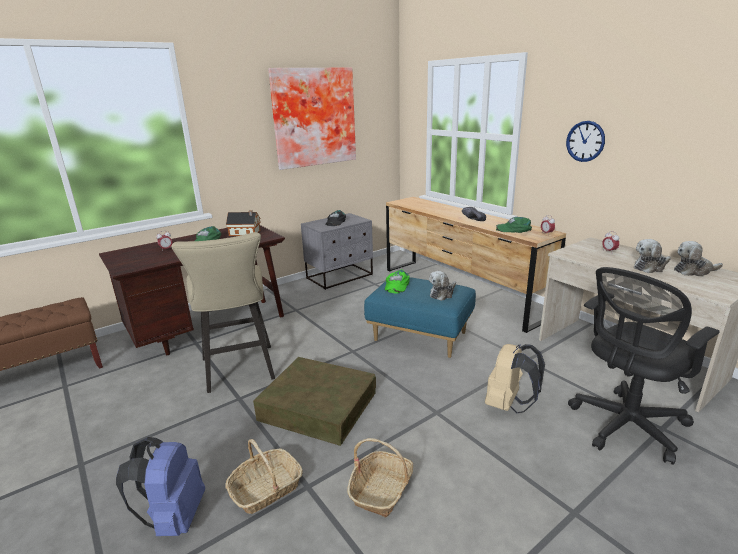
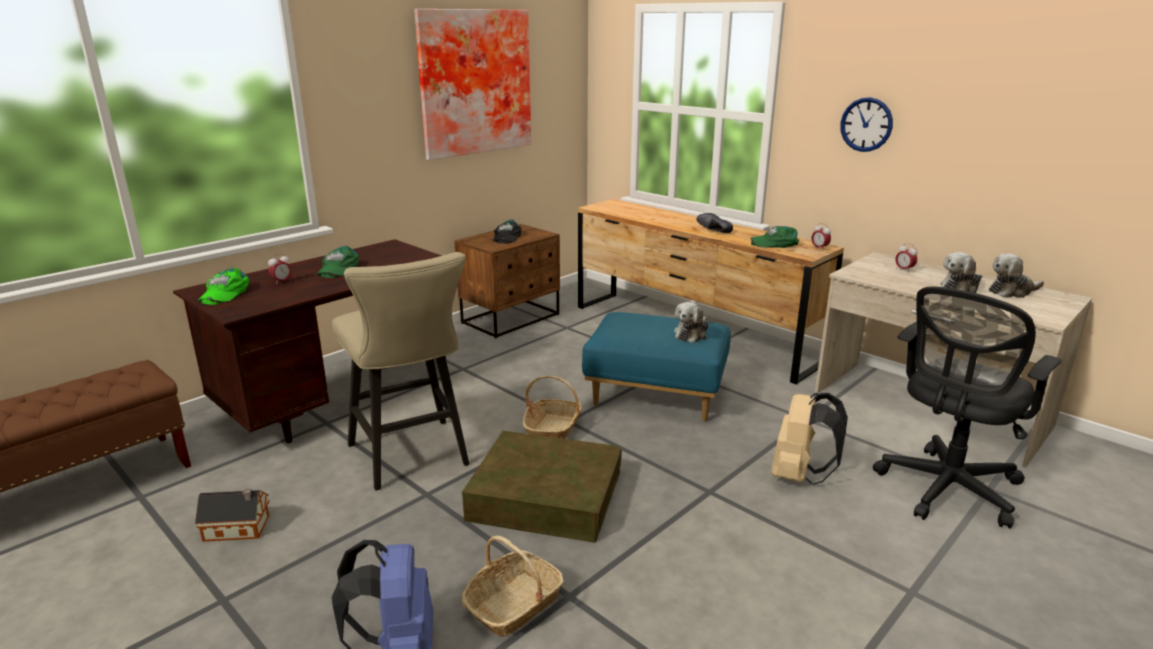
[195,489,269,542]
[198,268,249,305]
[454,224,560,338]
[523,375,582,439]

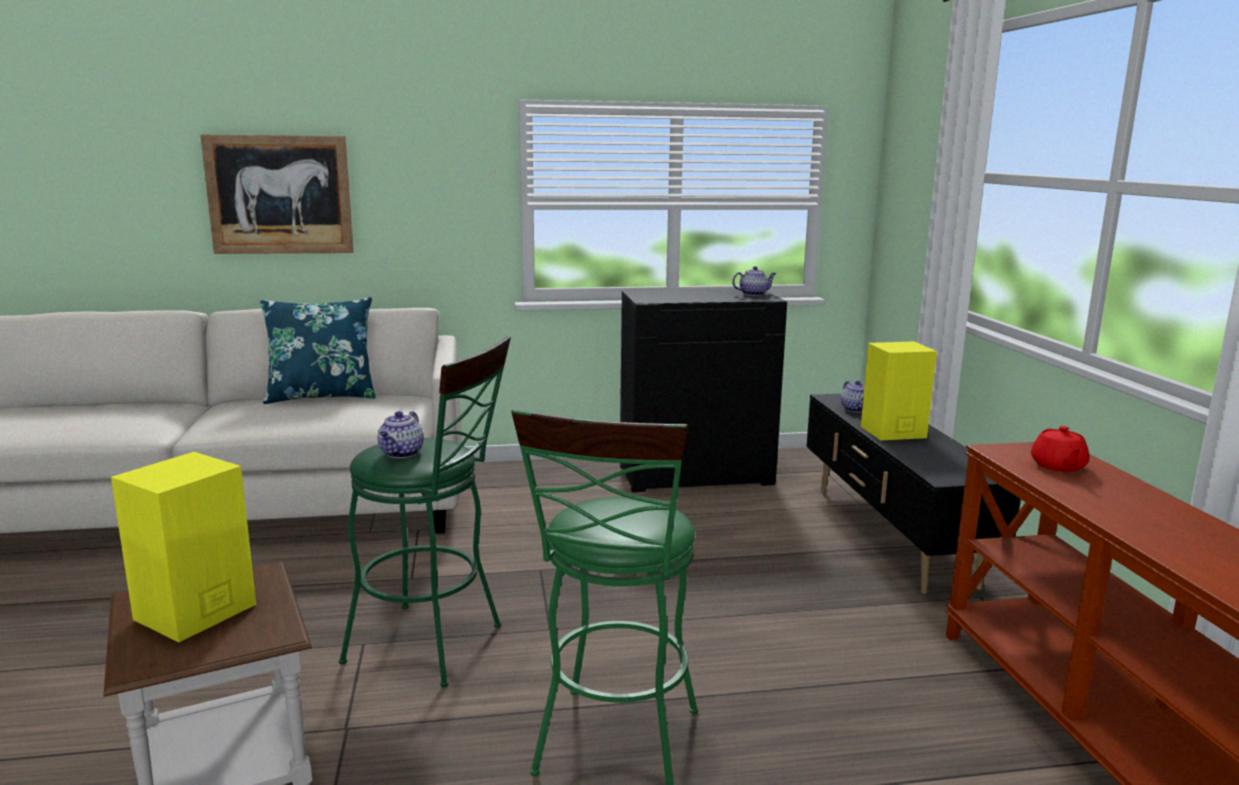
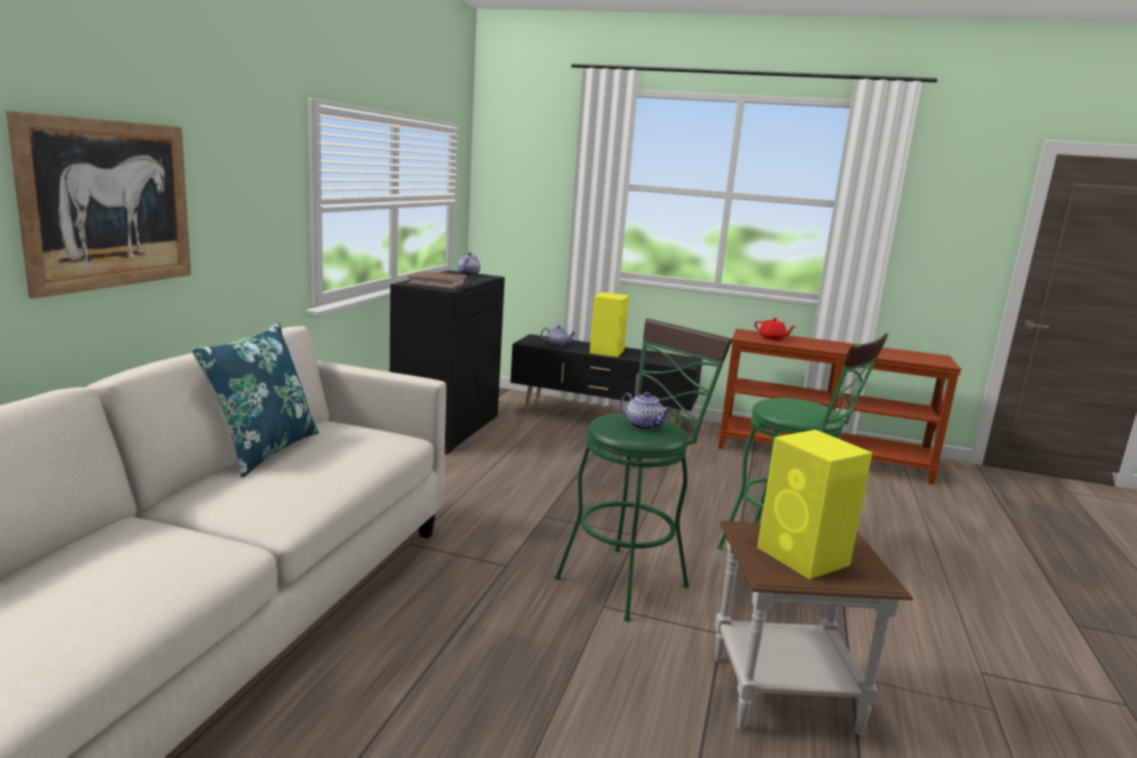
[407,271,468,289]

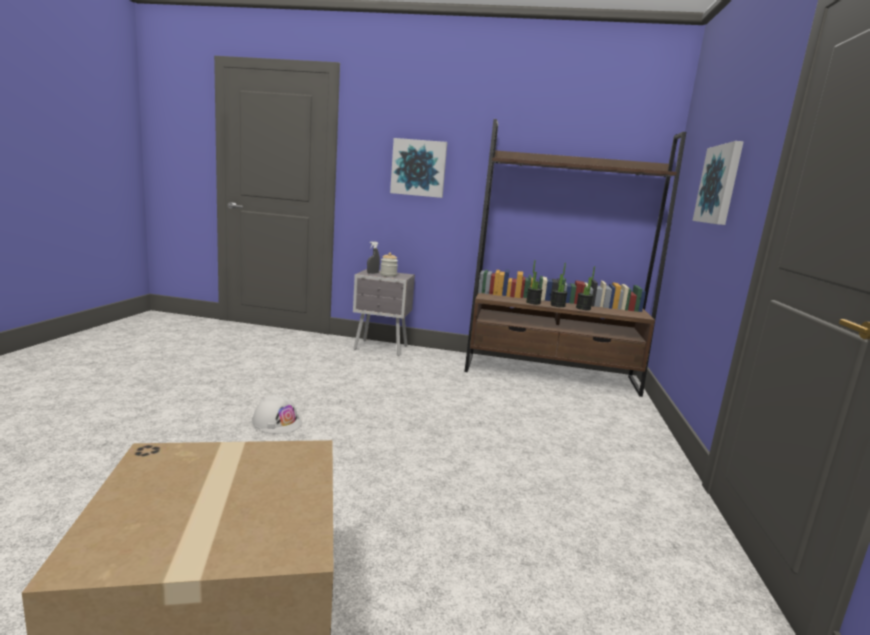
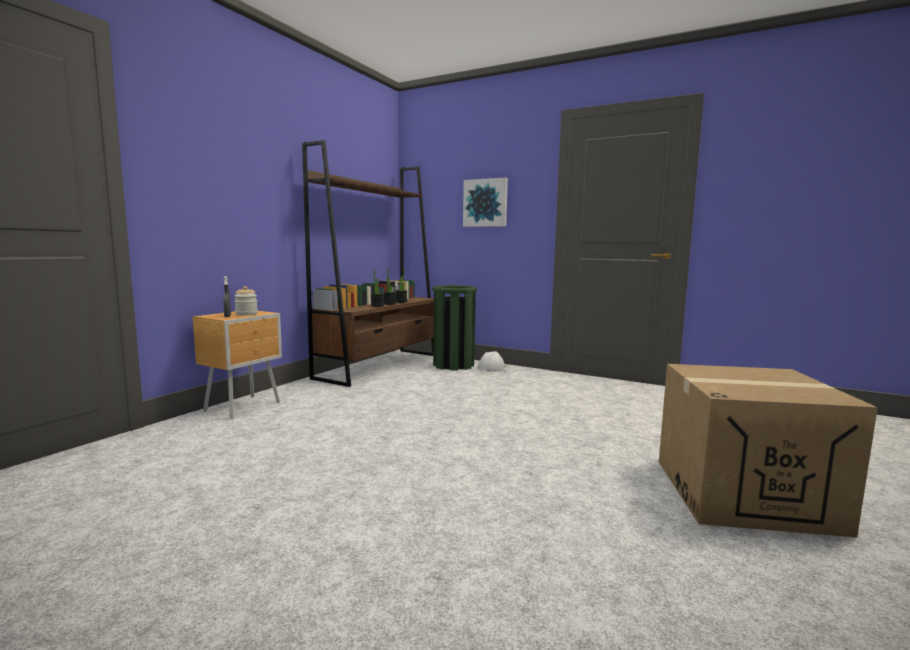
[193,311,282,419]
[432,285,477,370]
[478,351,508,372]
[390,138,447,198] (first image)

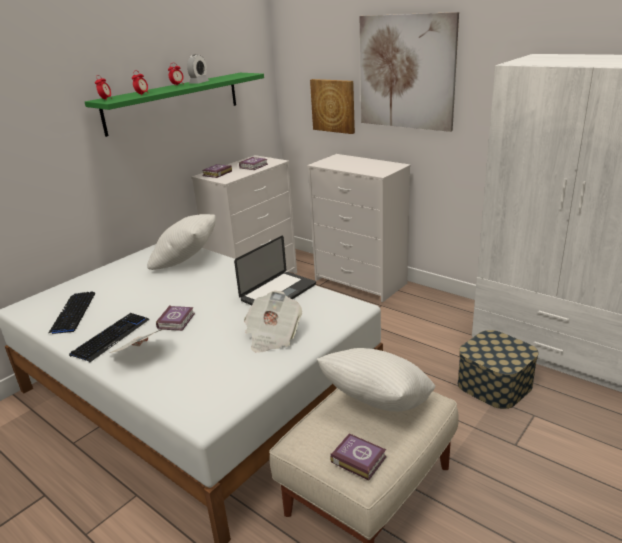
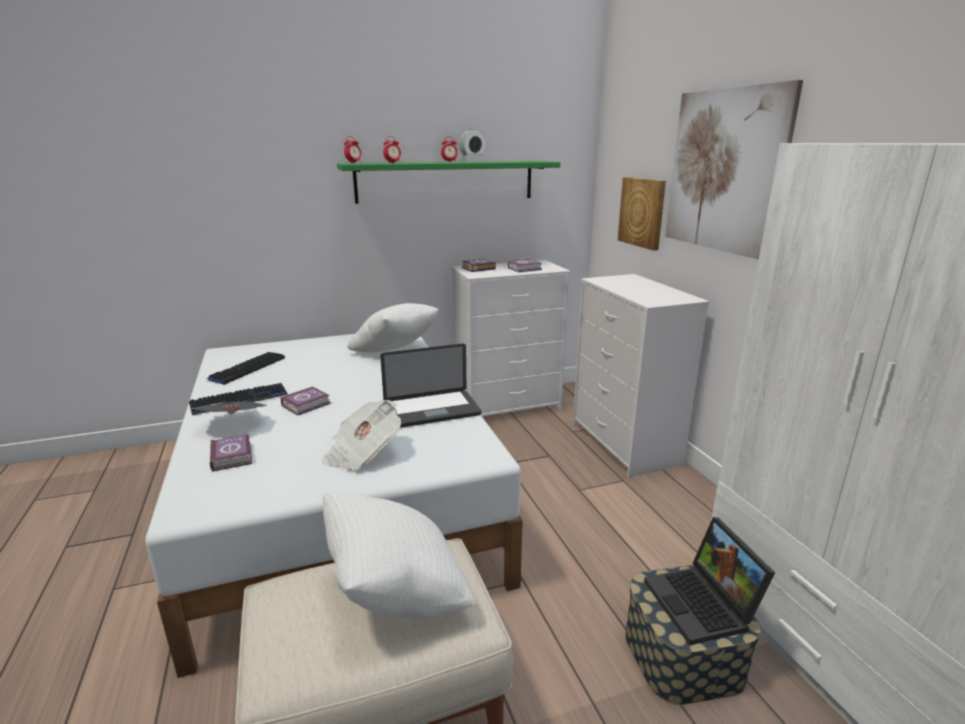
[210,434,252,472]
[644,517,775,645]

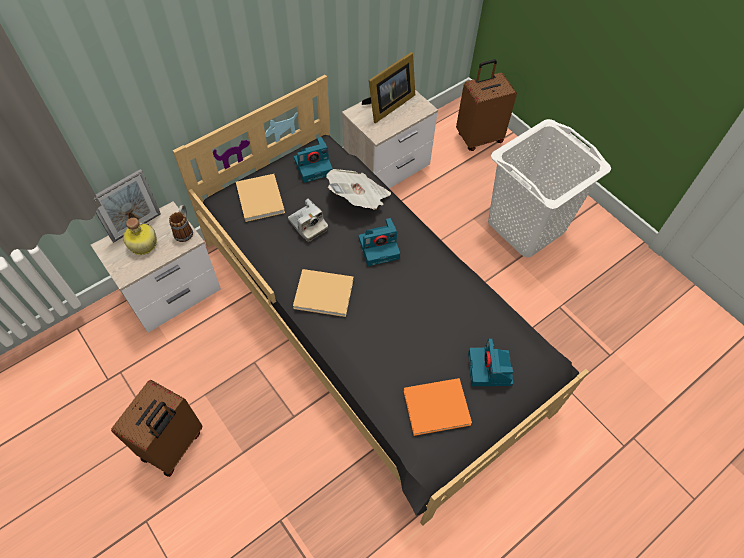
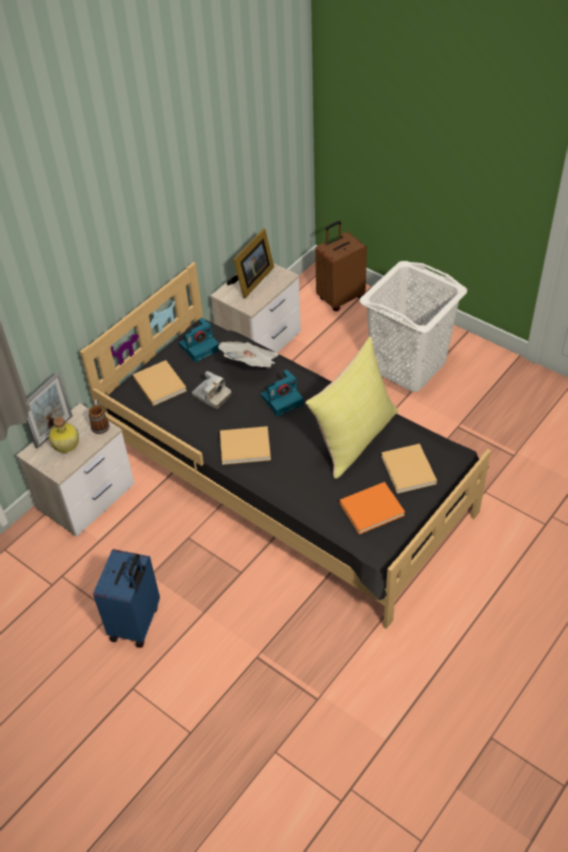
[93,549,160,648]
[306,336,398,479]
[381,444,437,494]

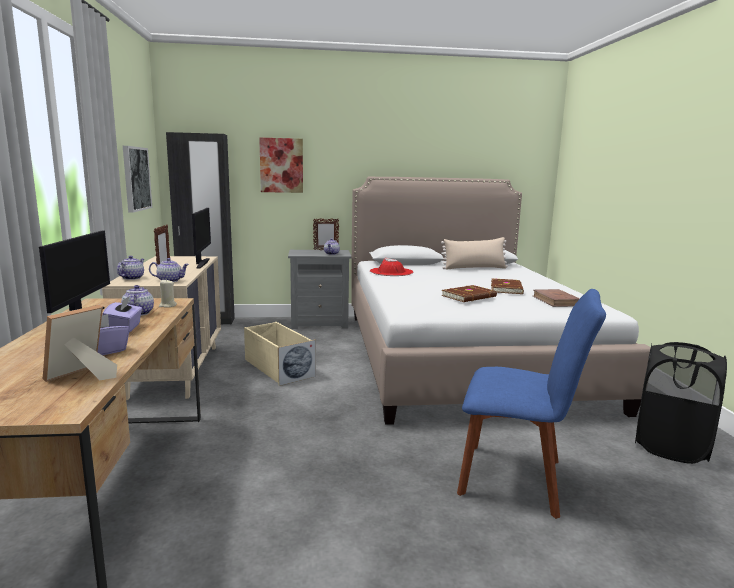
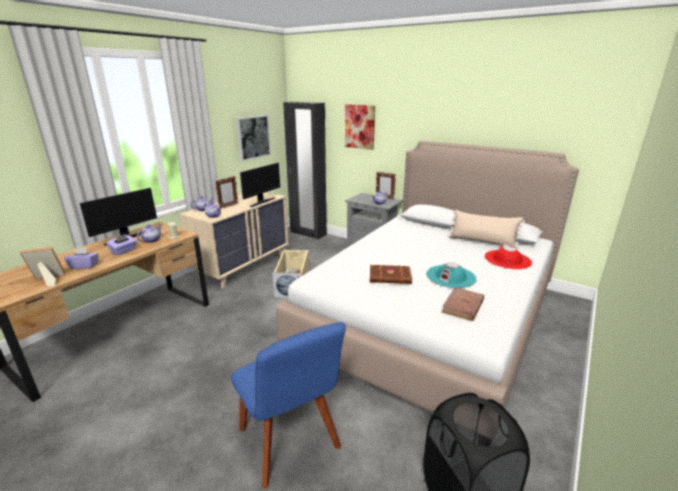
[426,262,477,288]
[485,244,532,269]

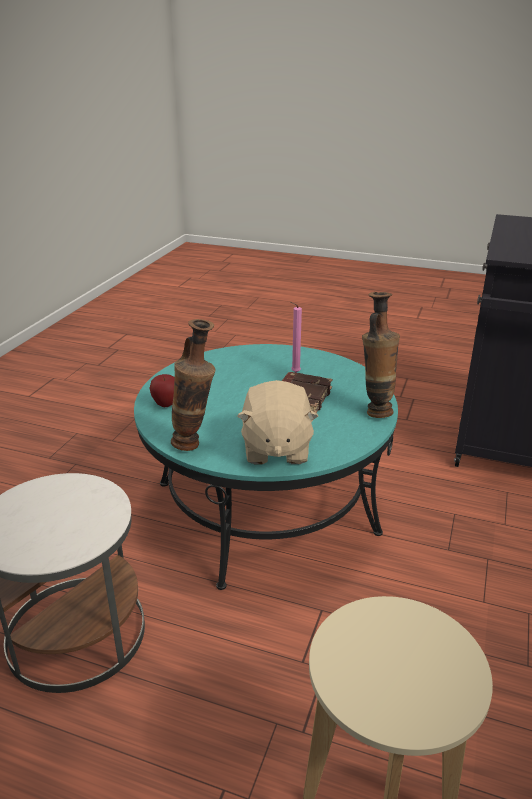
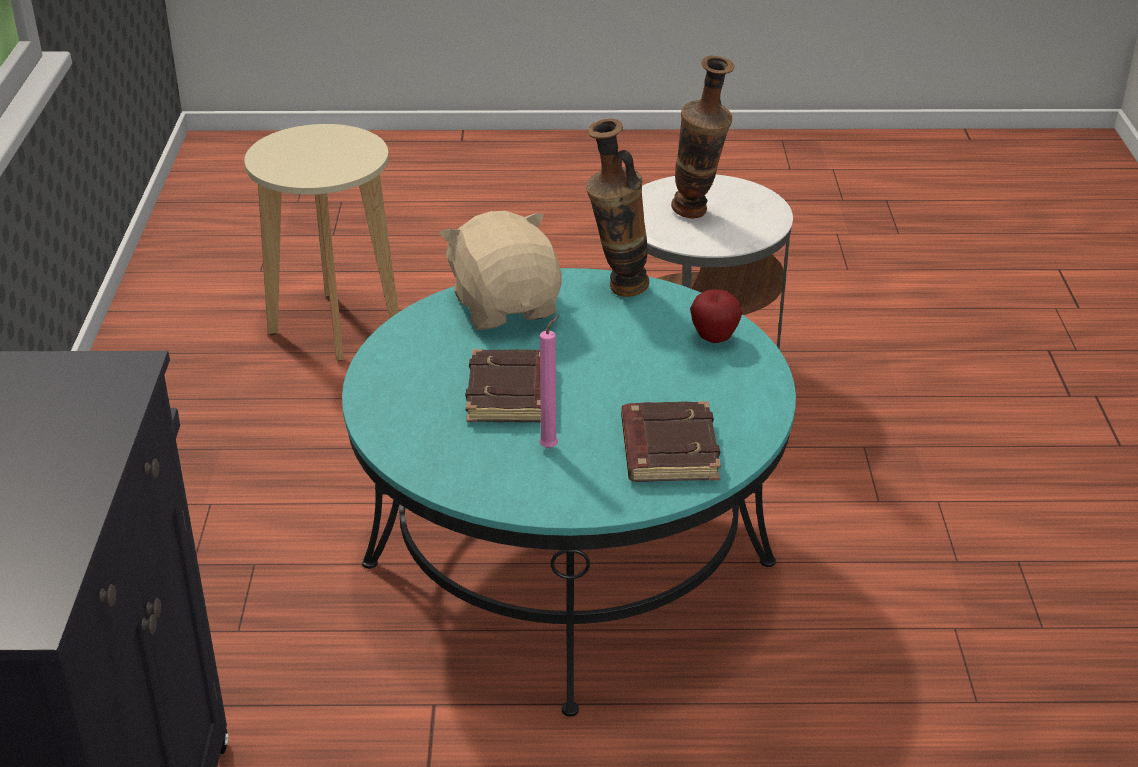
[621,401,721,482]
[671,56,734,219]

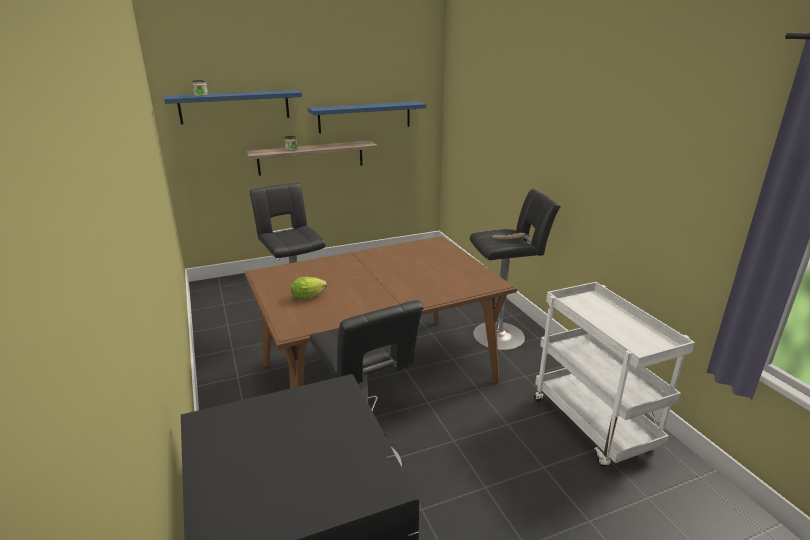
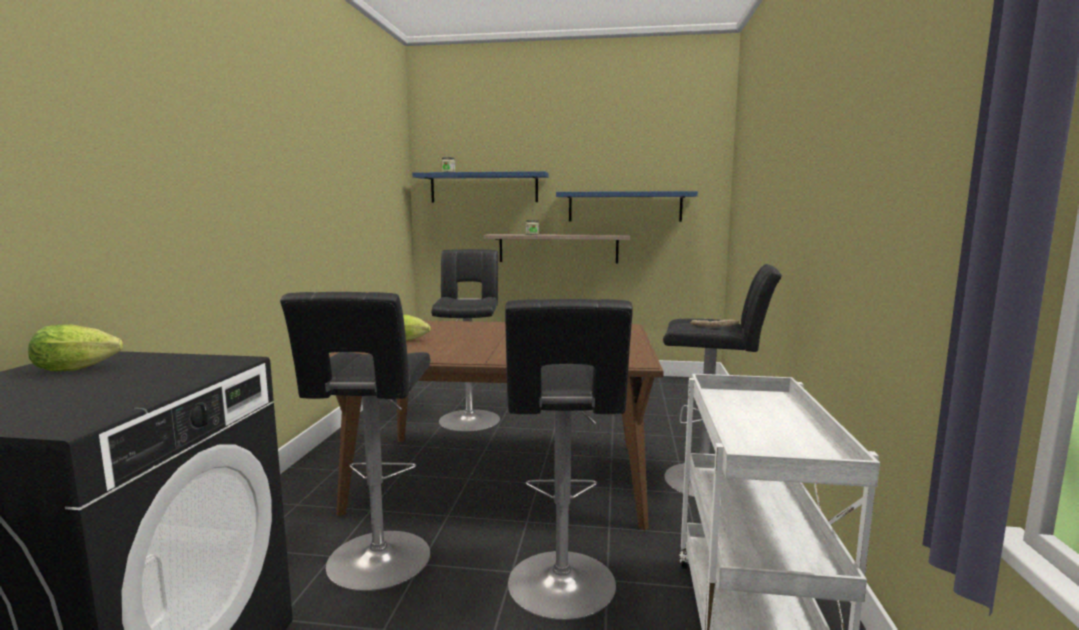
[28,324,123,371]
[505,299,633,620]

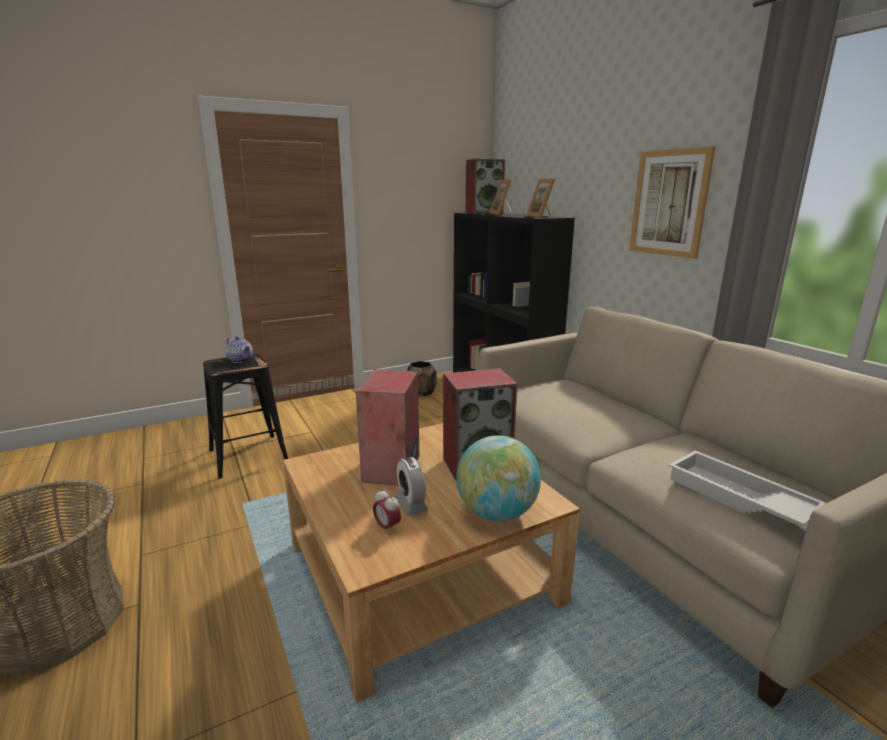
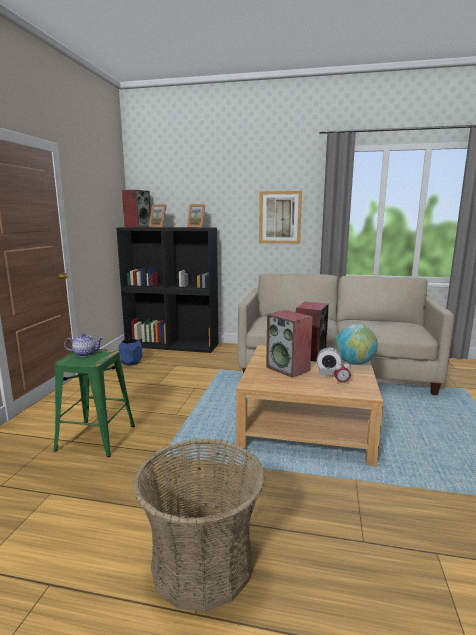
[54,349,135,457]
[119,339,142,366]
[669,451,826,527] (first image)

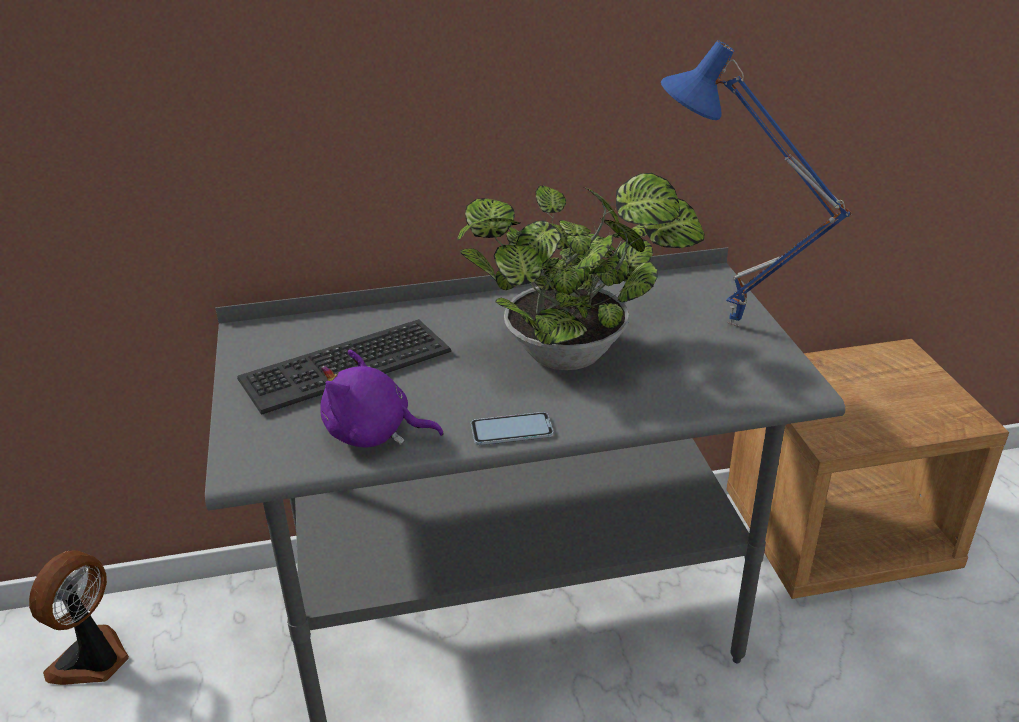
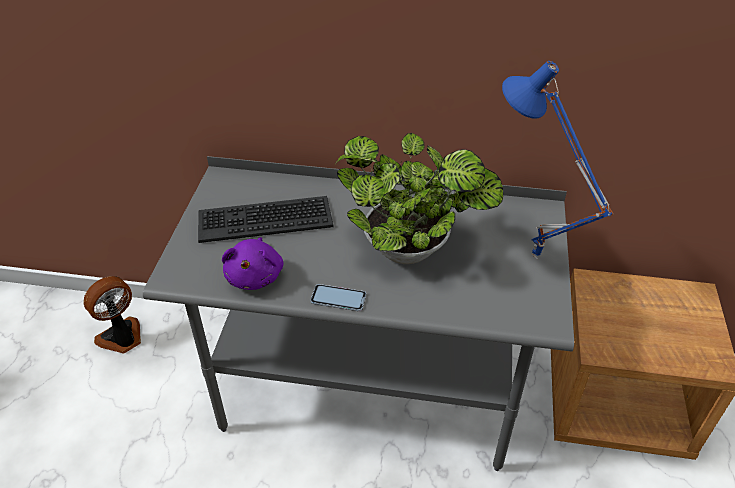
[222,237,284,290]

